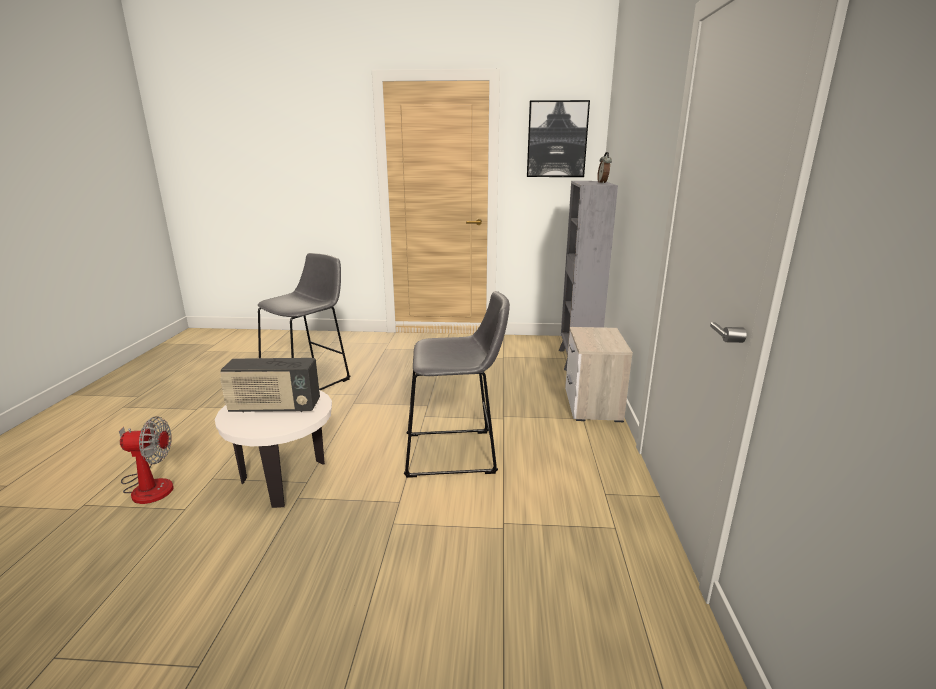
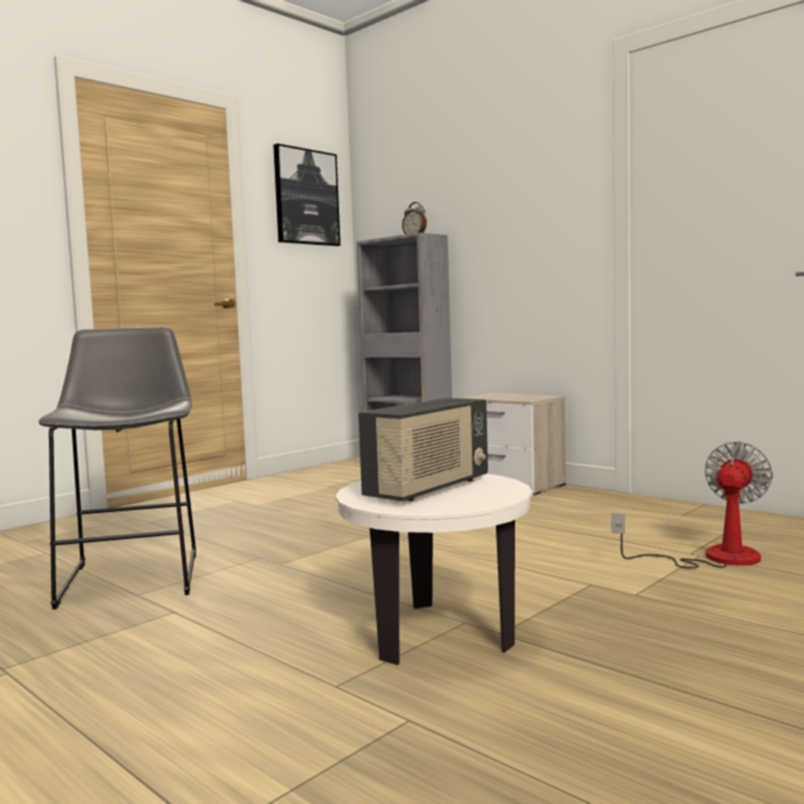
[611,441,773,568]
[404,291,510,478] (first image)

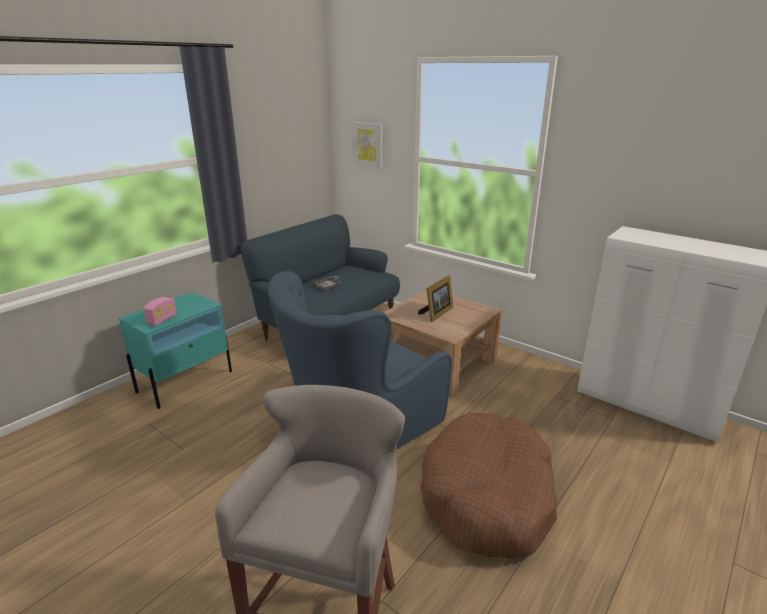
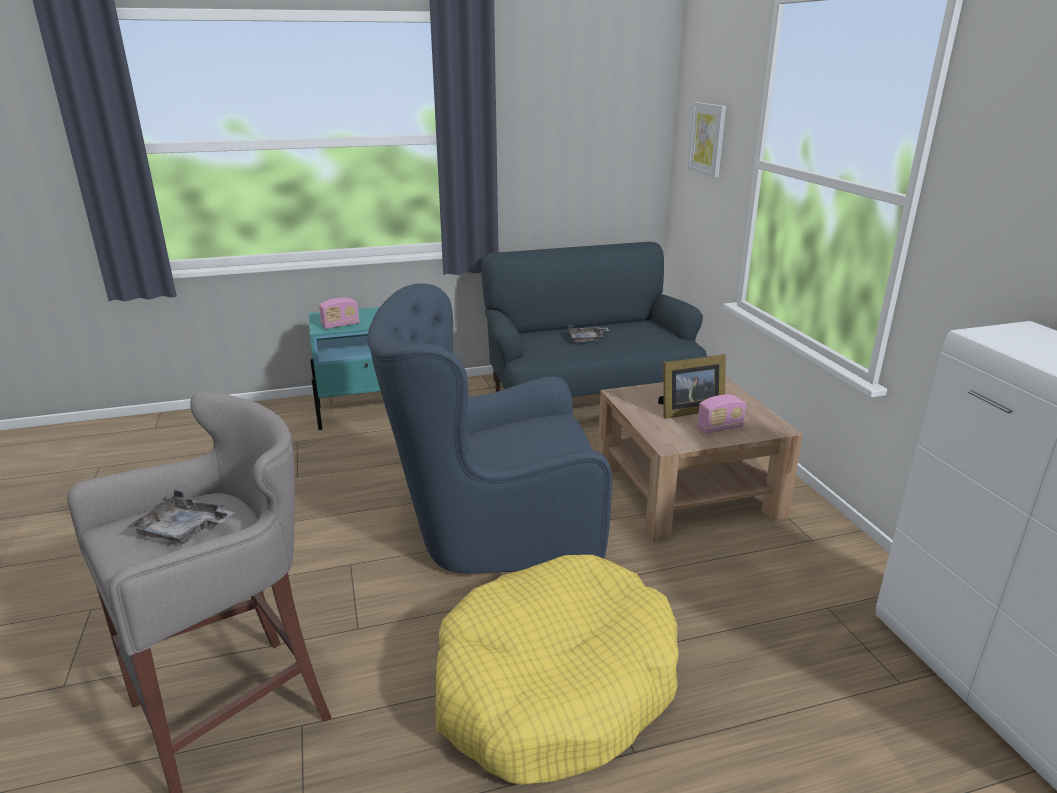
[127,490,235,544]
[436,555,679,785]
[697,395,746,434]

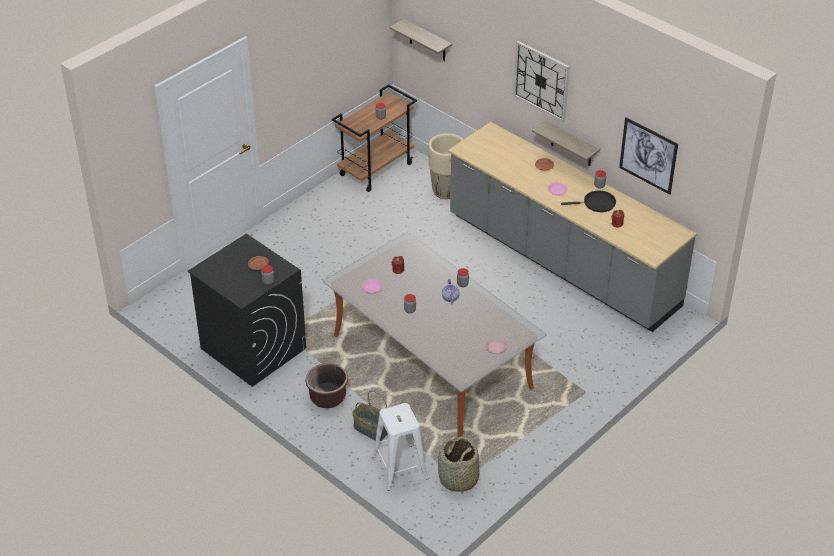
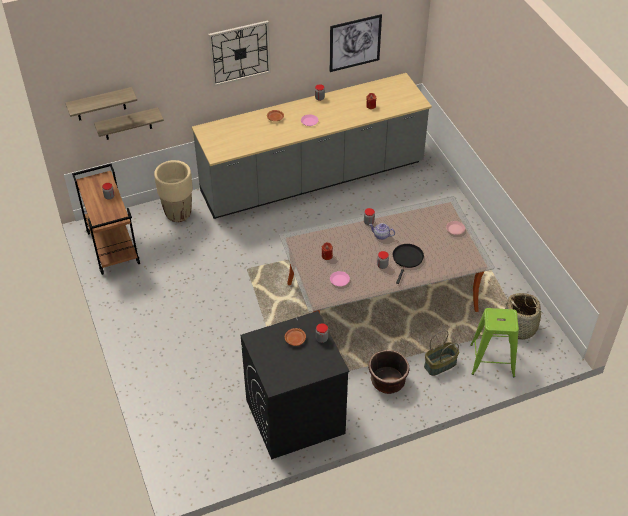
[94,107,164,140]
[393,244,424,284]
[470,308,519,377]

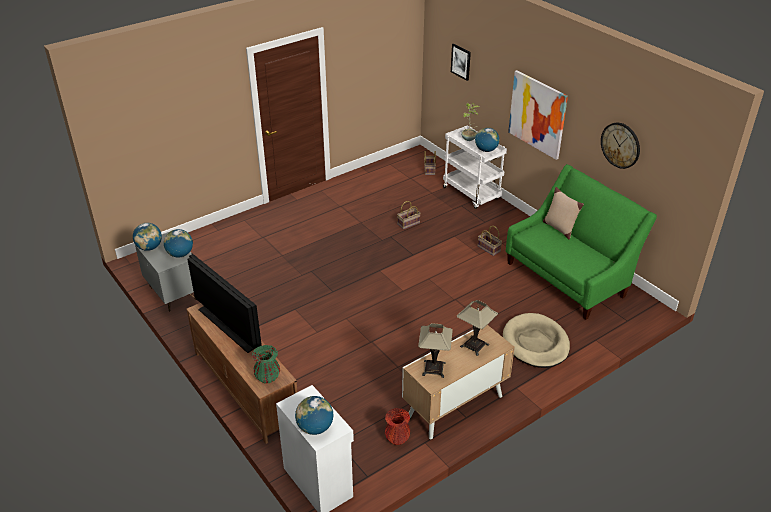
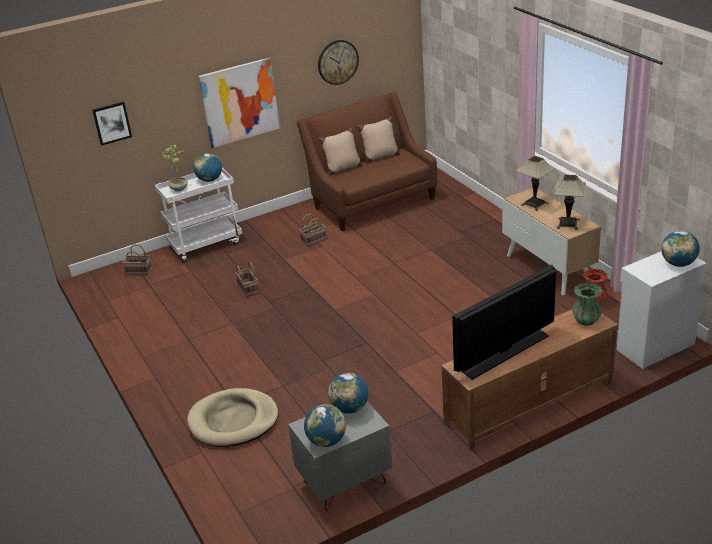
[187,388,278,447]
[297,92,437,231]
[357,117,400,163]

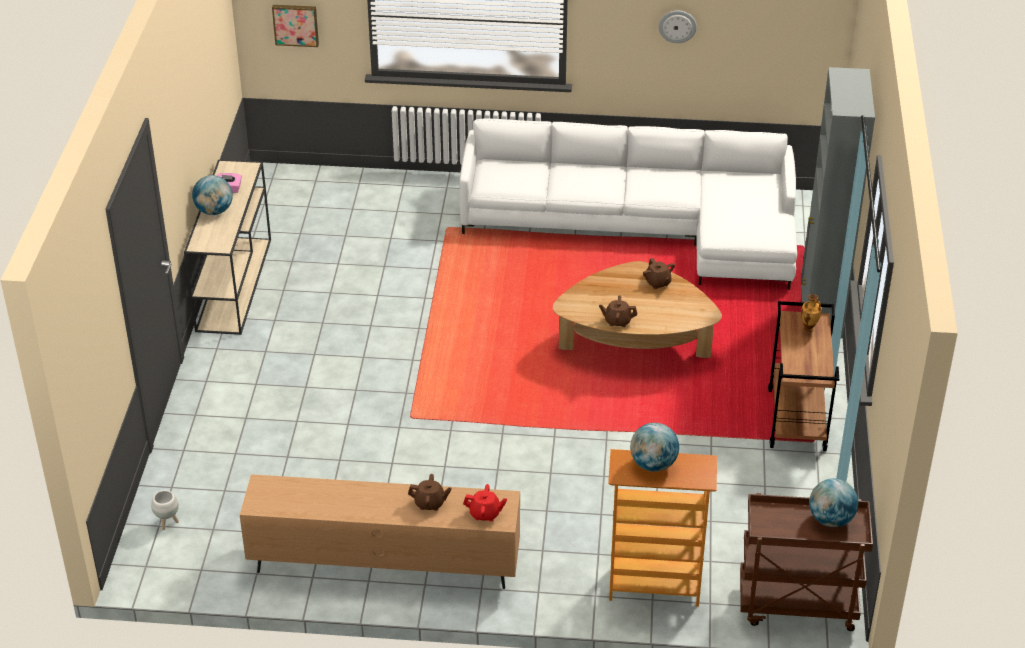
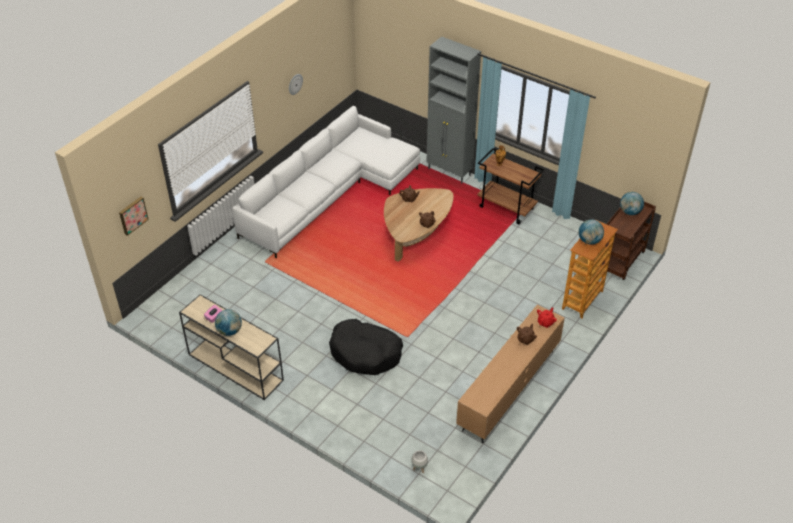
[329,319,403,375]

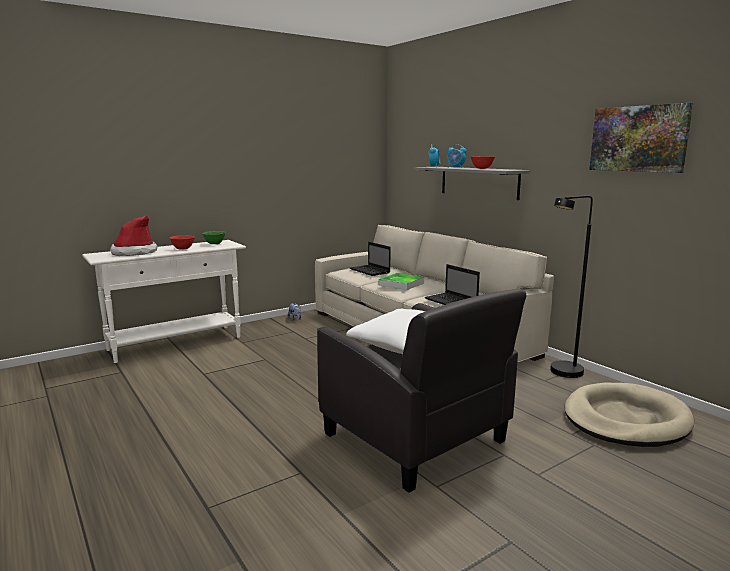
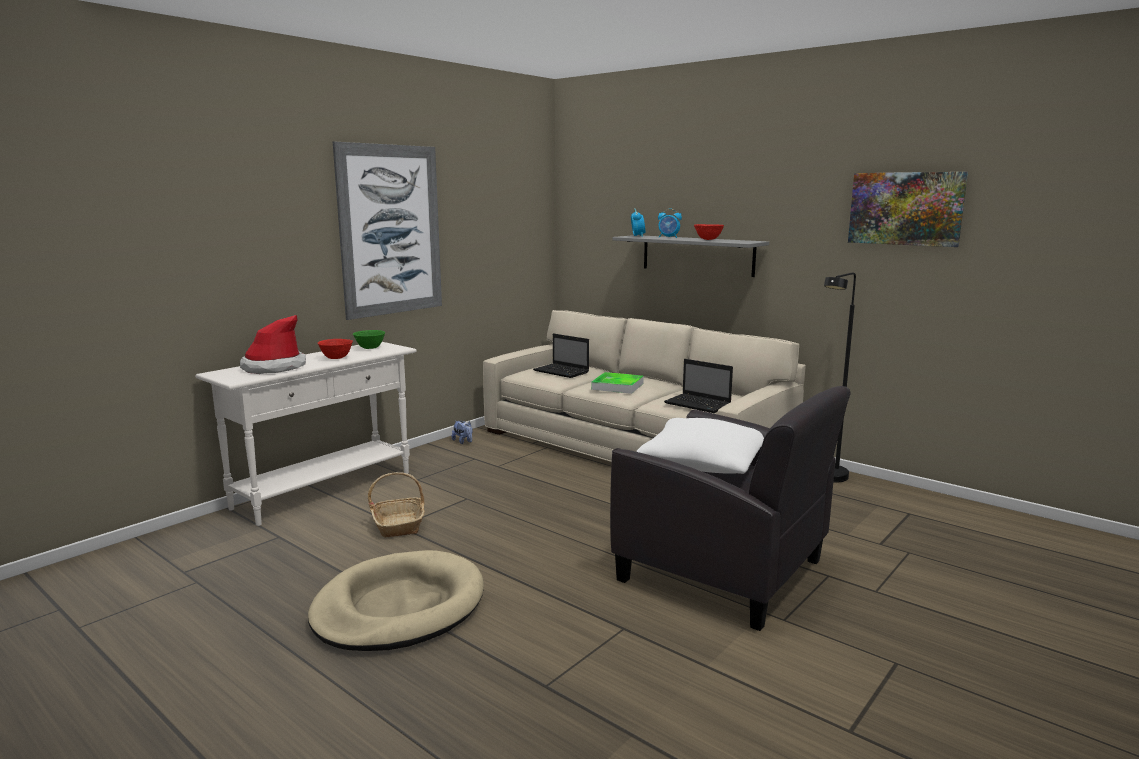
[308,550,484,651]
[333,142,442,320]
[368,472,425,538]

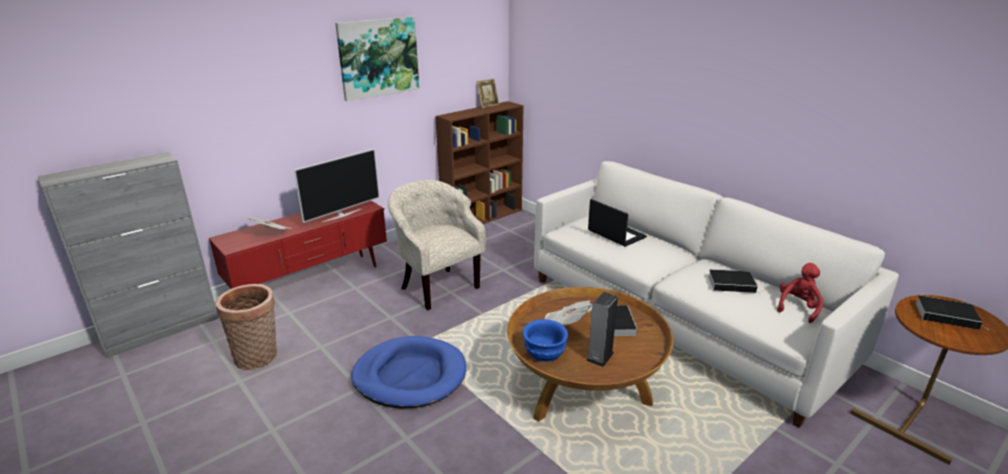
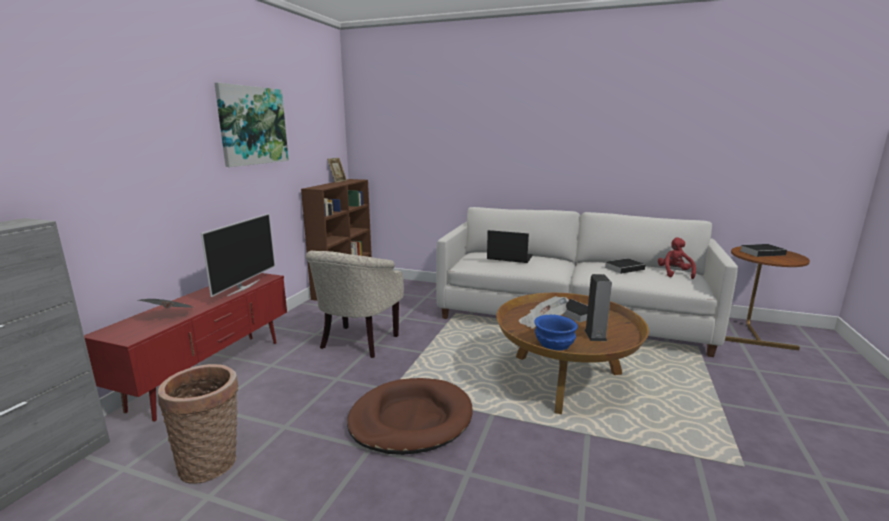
[306,251,404,358]
[347,378,473,455]

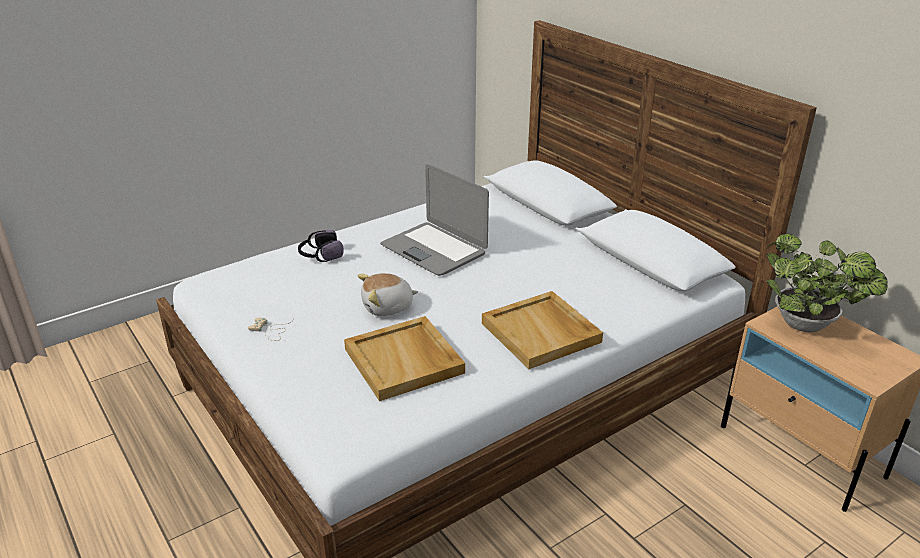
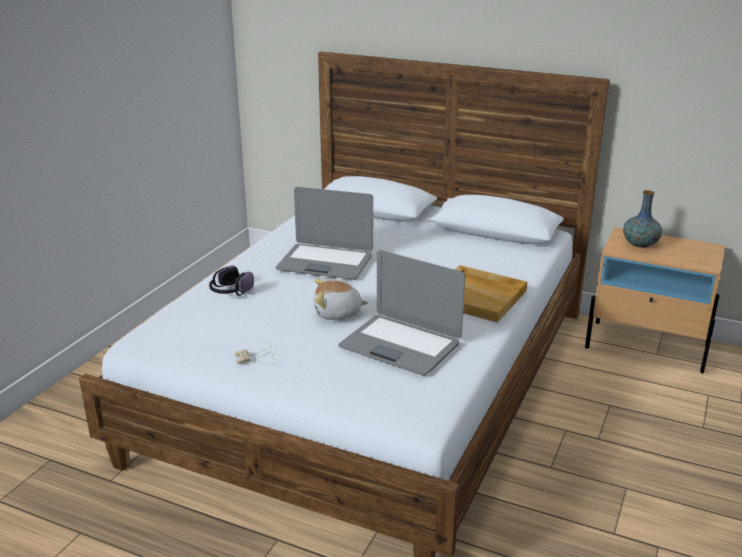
[314,279,368,320]
[338,250,465,376]
[623,190,662,248]

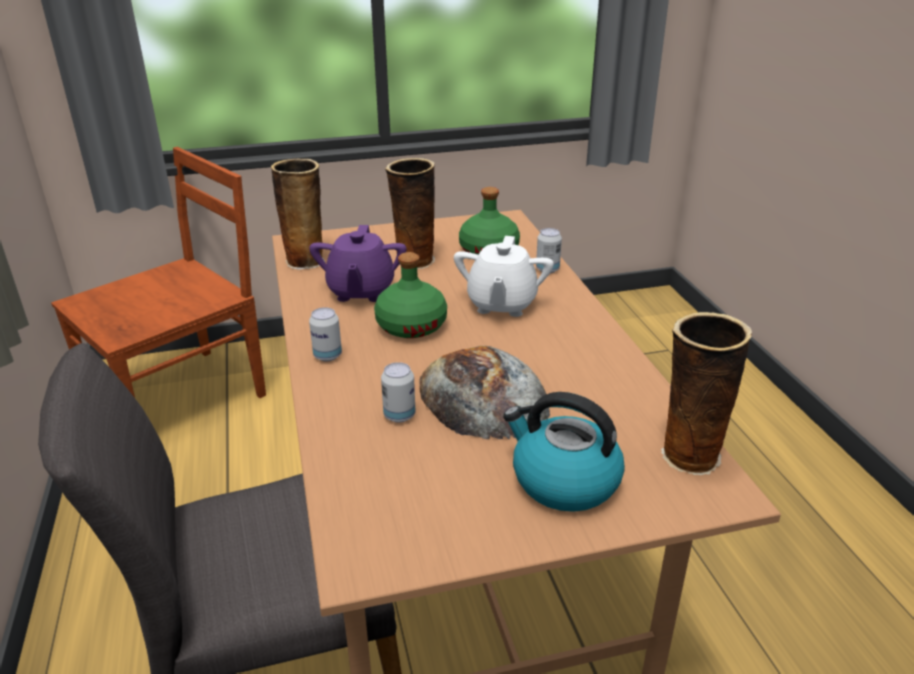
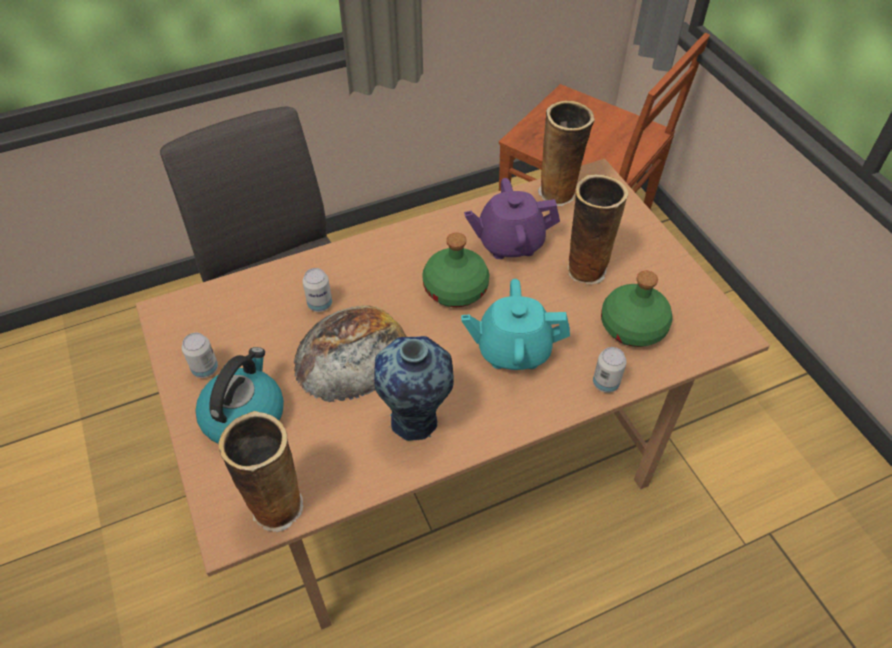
[182,333,218,378]
[374,336,454,441]
[461,279,570,370]

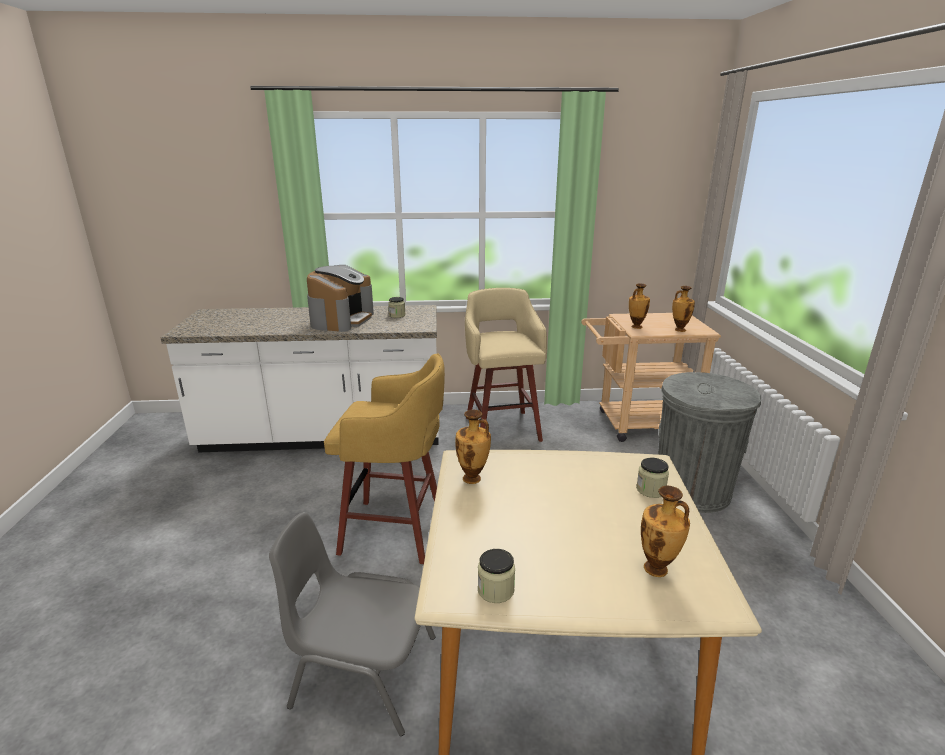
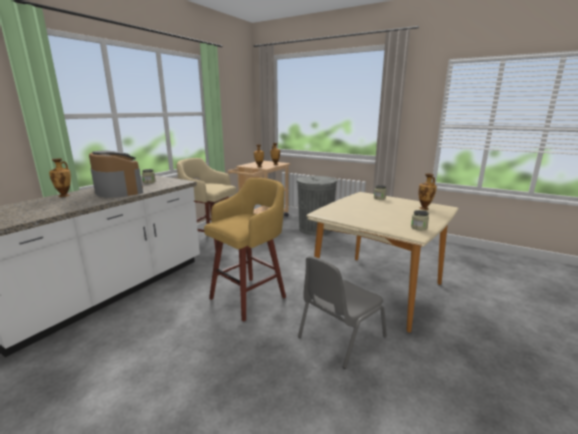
[49,158,71,197]

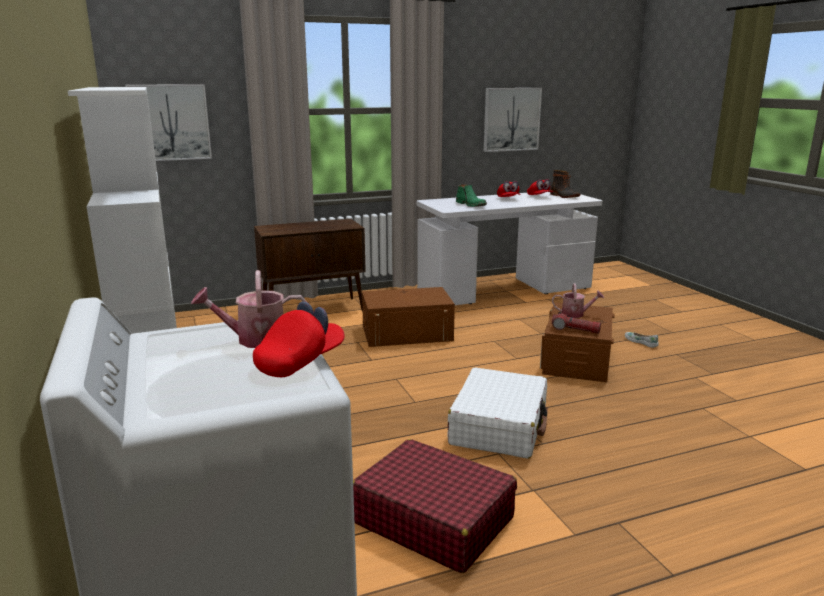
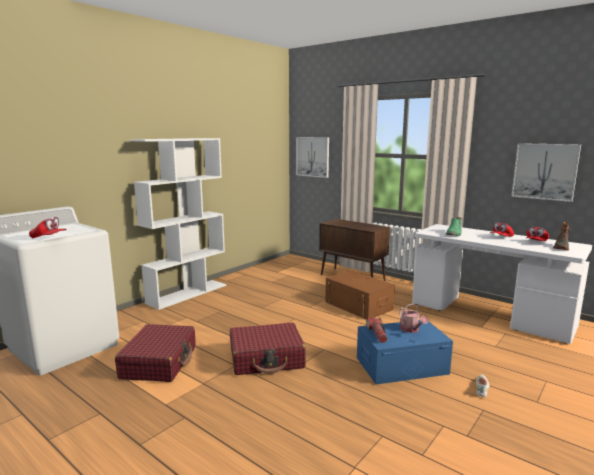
[230,323,306,375]
[357,320,453,385]
[191,270,308,348] (first image)

